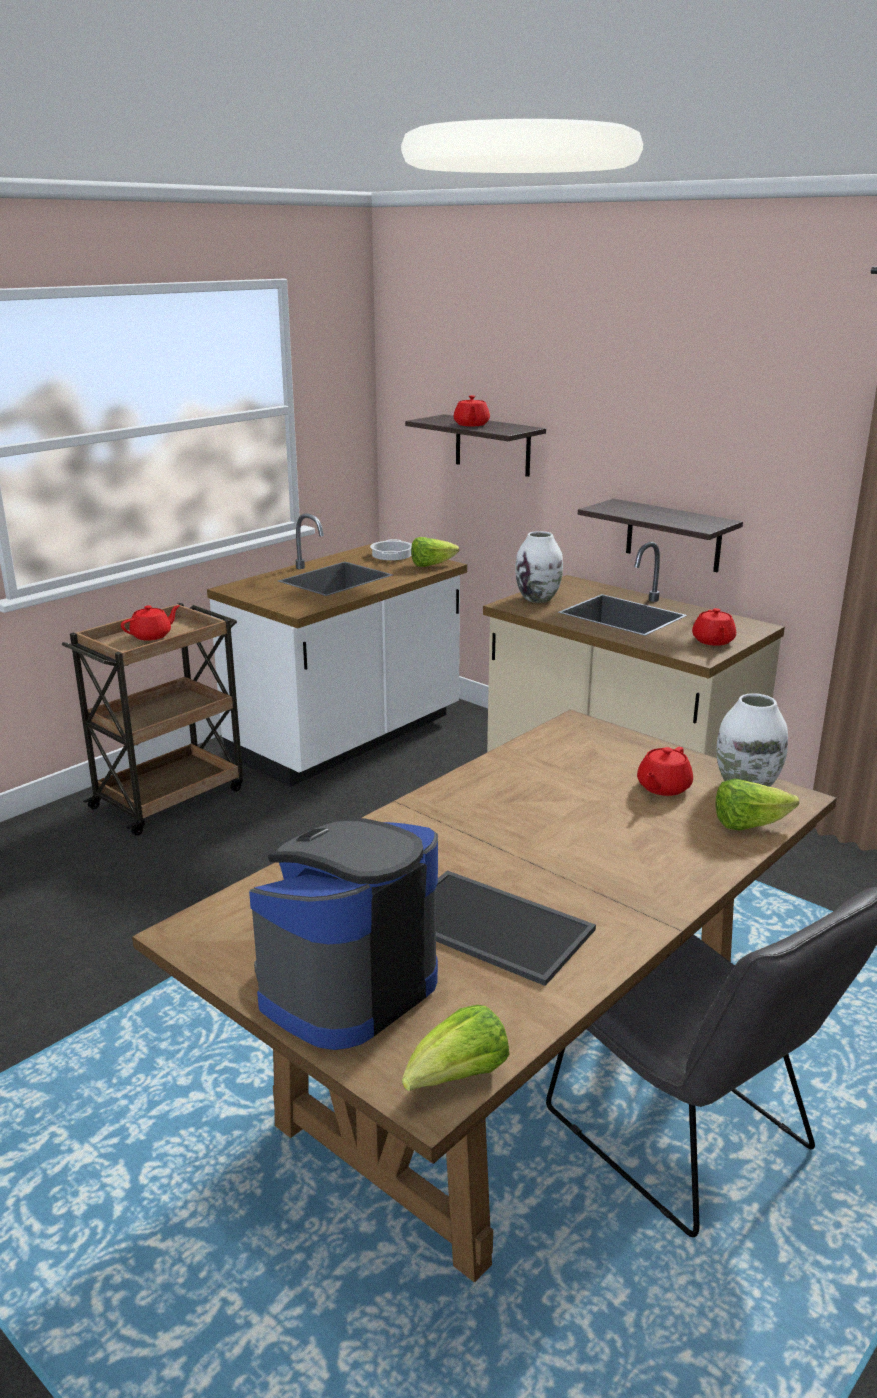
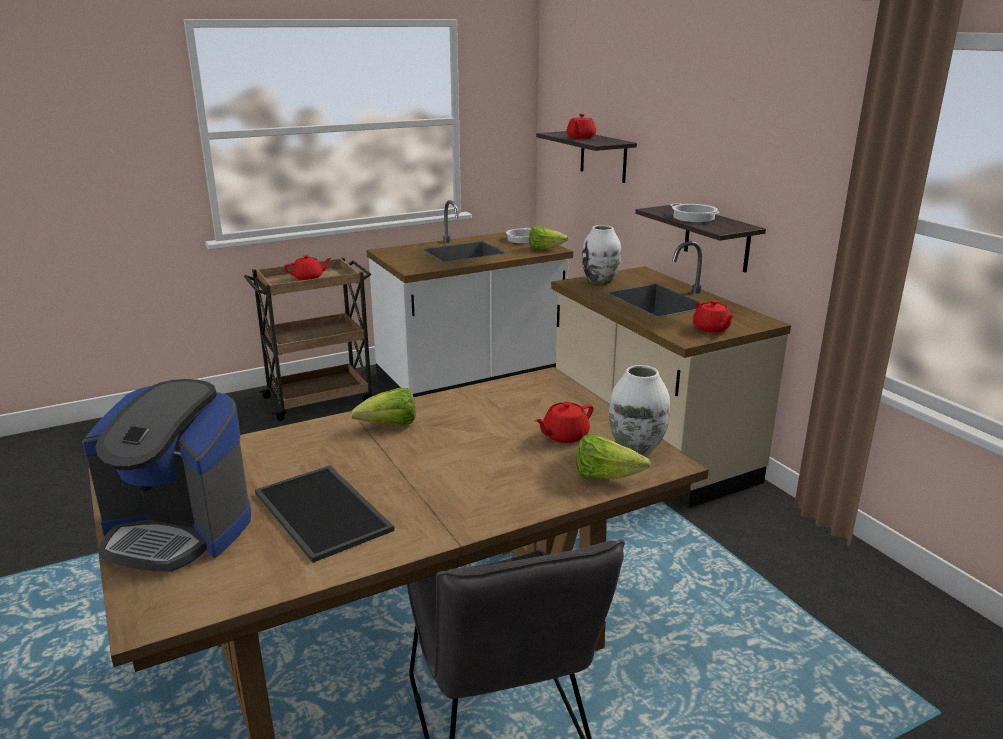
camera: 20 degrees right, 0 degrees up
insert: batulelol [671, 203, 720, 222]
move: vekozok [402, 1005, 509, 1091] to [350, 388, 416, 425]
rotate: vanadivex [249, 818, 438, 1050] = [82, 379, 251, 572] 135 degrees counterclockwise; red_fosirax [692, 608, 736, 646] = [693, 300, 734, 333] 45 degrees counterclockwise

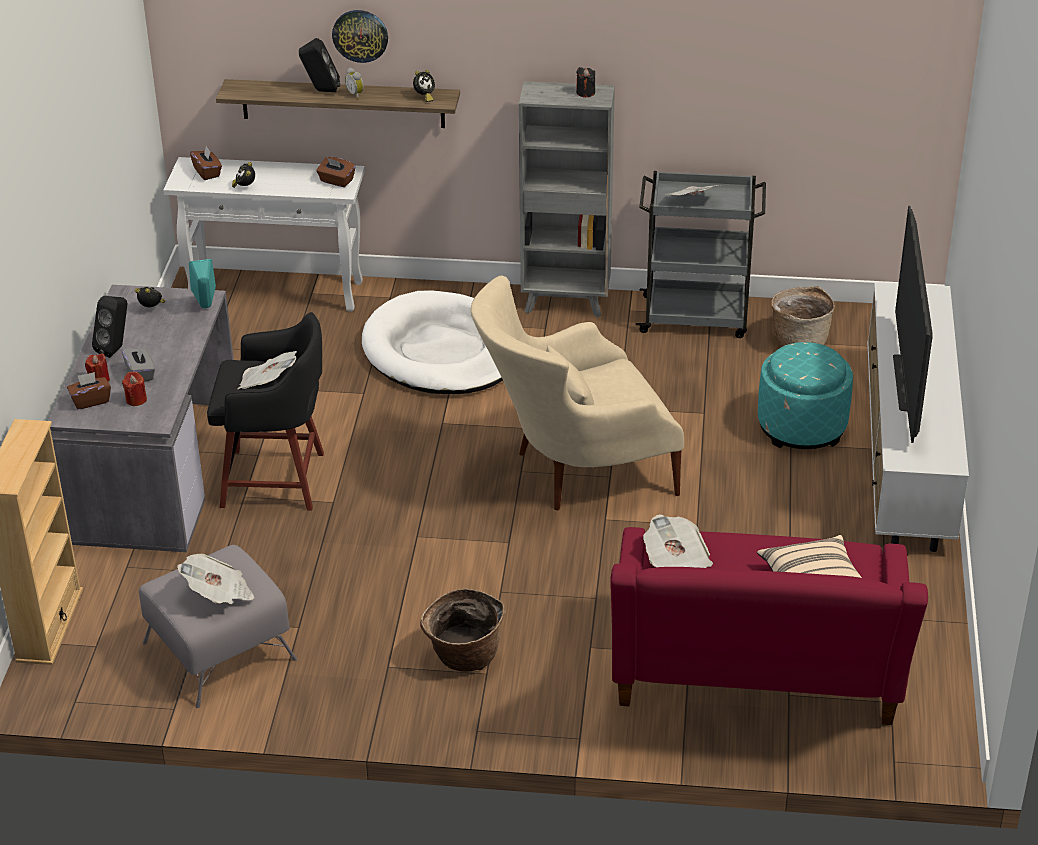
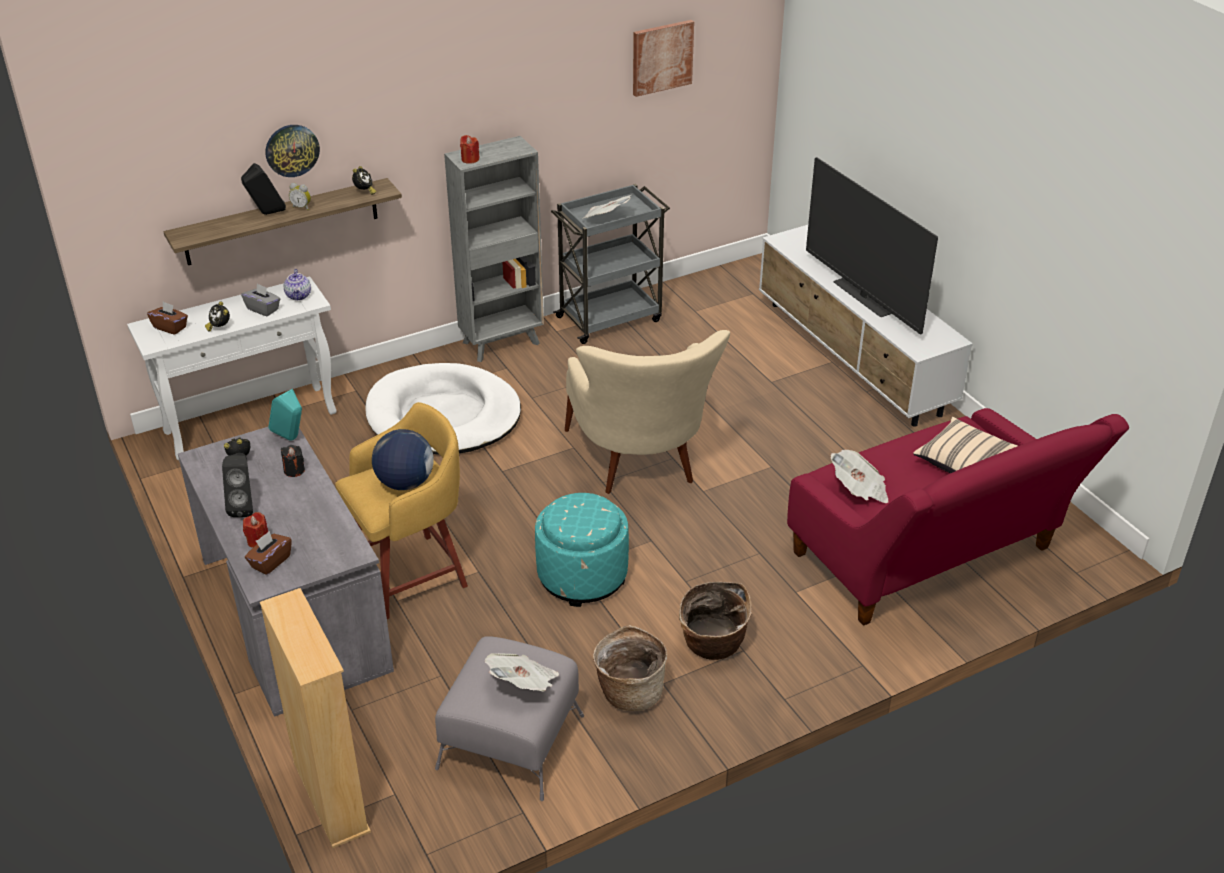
camera: 35 degrees left, 0 degrees up
insert: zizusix [633, 20, 694, 97]
move: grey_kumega [122, 344, 155, 382] to [241, 283, 280, 316]; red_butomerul [122, 371, 147, 406] to [460, 135, 480, 164]; black_butomerul [576, 67, 595, 97] to [281, 445, 305, 477]; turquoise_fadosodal [758, 342, 853, 449] to [535, 493, 629, 607]; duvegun [771, 286, 835, 347] to [593, 625, 667, 711]
replace: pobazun [238, 351, 297, 389] to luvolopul [372, 429, 434, 490]; brown_kumega [316, 157, 356, 187] to fosirax [284, 269, 311, 300]
recolor: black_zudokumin [207, 312, 324, 511] to yellow_zudokumin [335, 402, 468, 619]
rotate: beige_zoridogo [471, 275, 684, 510] = [565, 330, 730, 494] 45 degrees counterclockwise

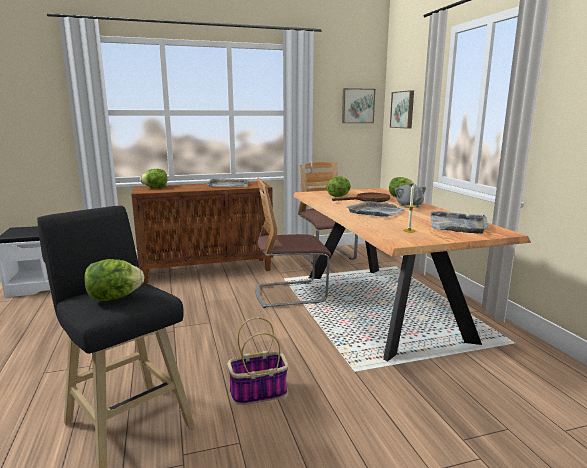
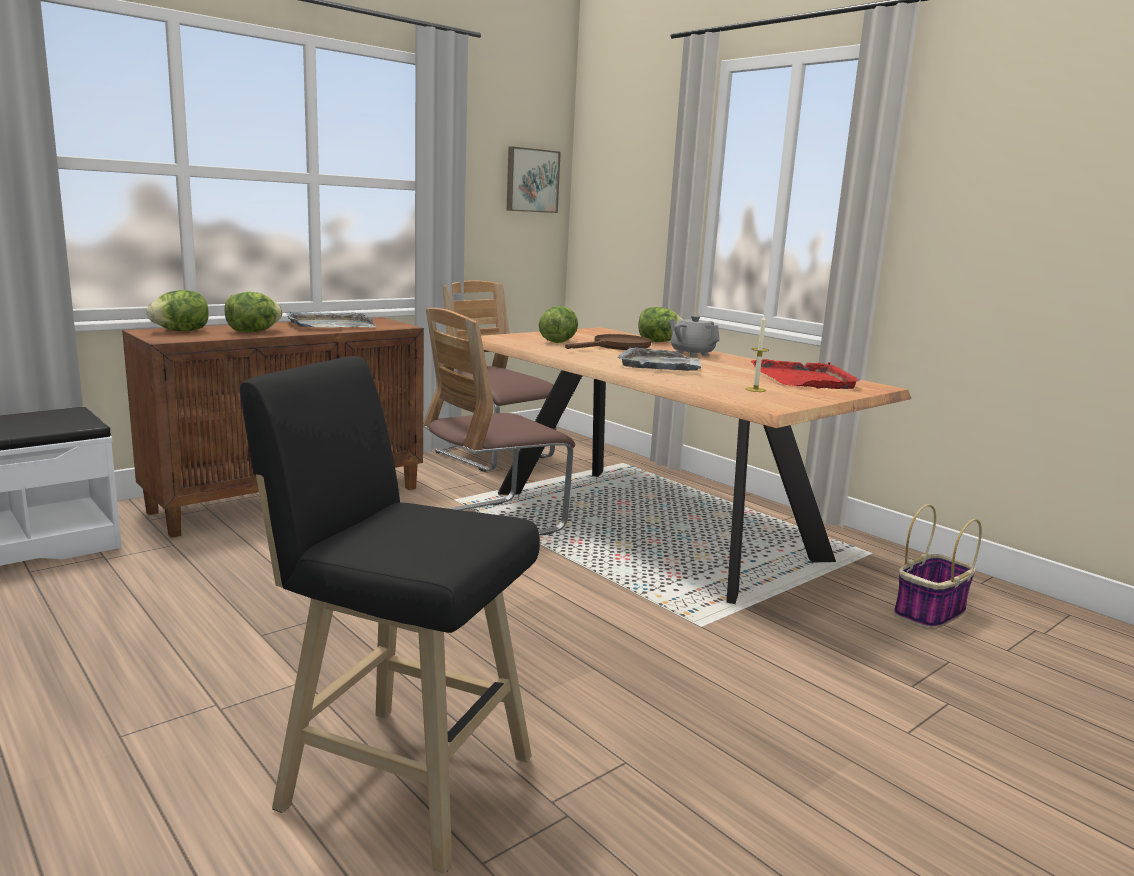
camera: 25 degrees left, 0 degrees up
delete: zizusix [390, 90, 414, 129]
move: vekozok [84, 259, 144, 301] to [224, 292, 283, 333]; duvegun [227, 317, 288, 405] to [894, 504, 982, 629]
recolor: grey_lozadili [430, 211, 488, 233] to red_lozadili [751, 359, 860, 389]

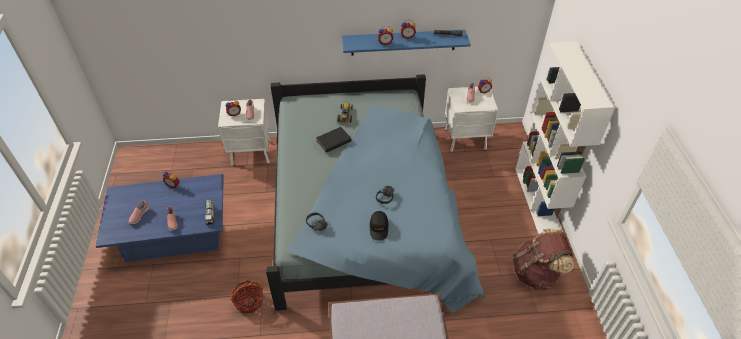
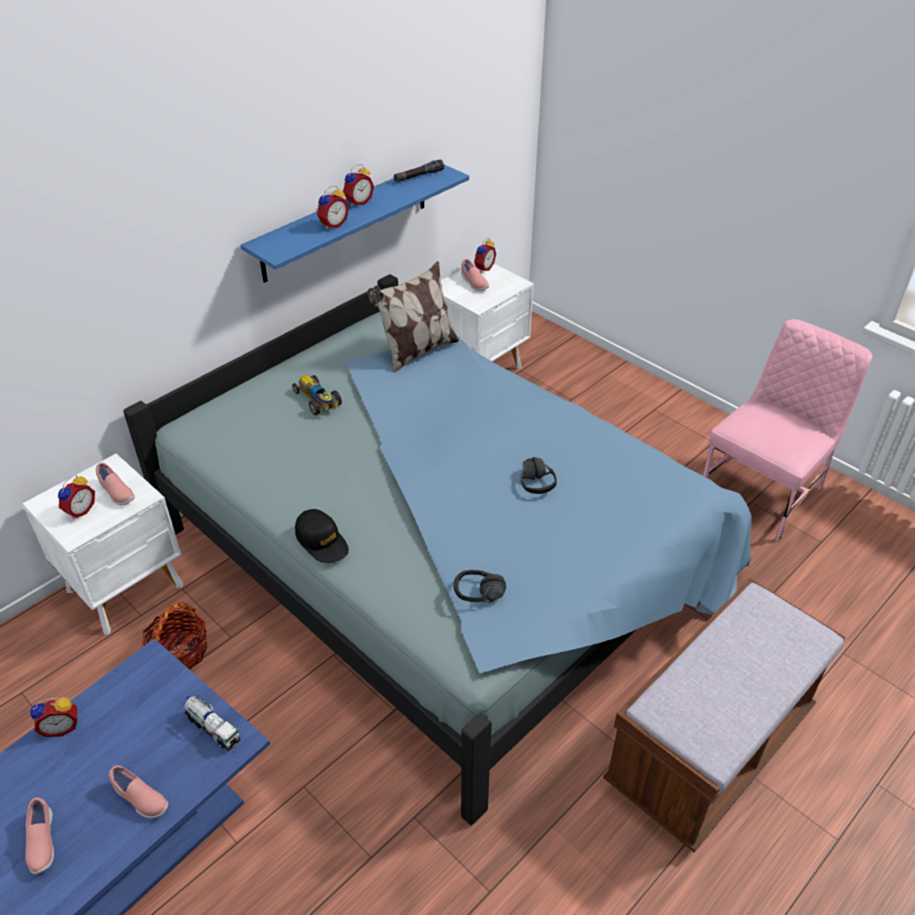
camera: 40 degrees left, 5 degrees down
delete: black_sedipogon [316, 127, 352, 153]; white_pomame [515, 41, 616, 234]
insert: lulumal [367, 261, 459, 373]
move: duvegun [231, 280, 263, 314] to [142, 602, 207, 670]; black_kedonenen [370, 211, 389, 241] to [295, 509, 349, 563]
replace: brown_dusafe [513, 228, 574, 290] to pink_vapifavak [703, 319, 872, 542]

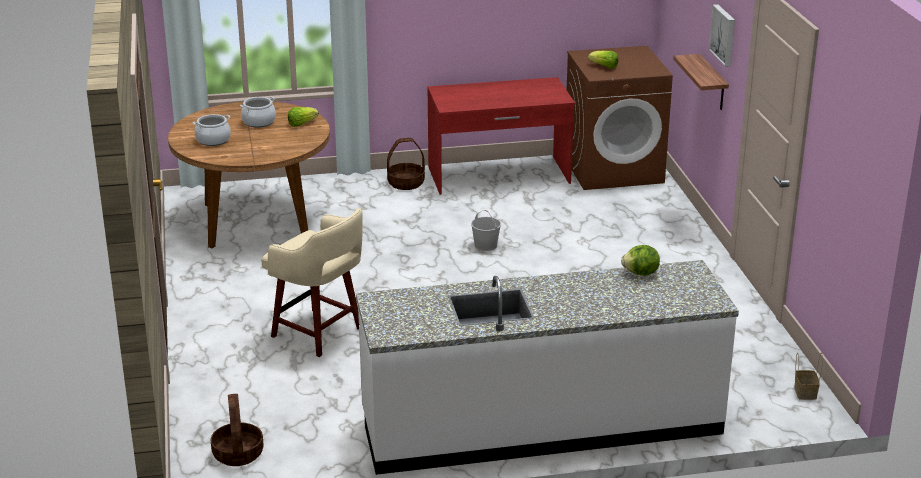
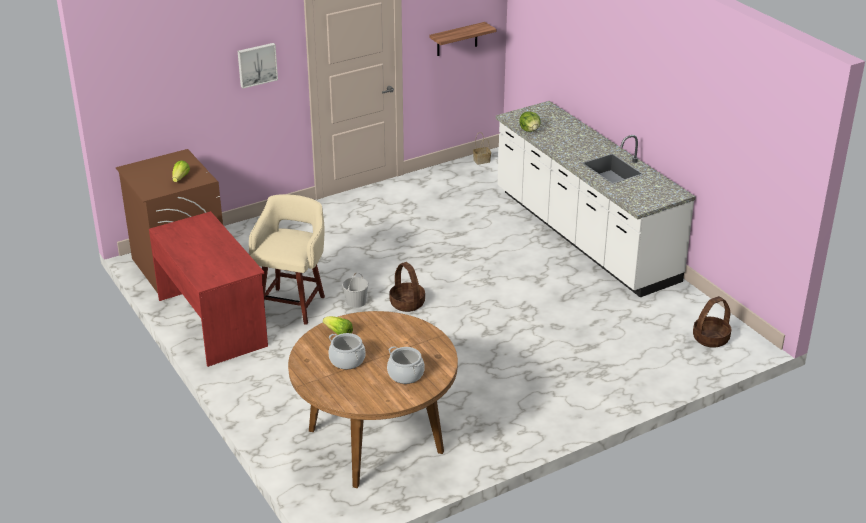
camera: 110 degrees left, 5 degrees up
move: beige_zudokumin [261, 208, 363, 357] to [249, 194, 325, 325]; duvegun [387, 138, 425, 190] to [389, 262, 425, 312]; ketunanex [673, 54, 729, 110] to [429, 22, 496, 56]

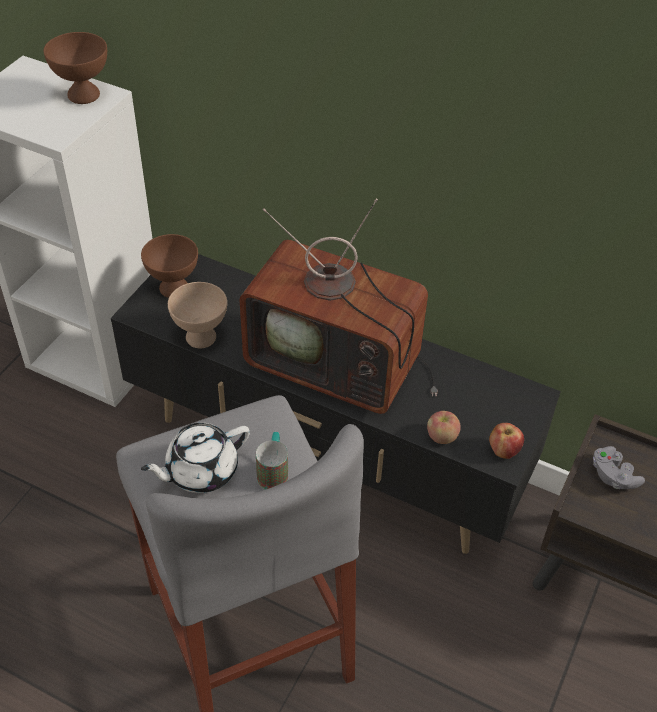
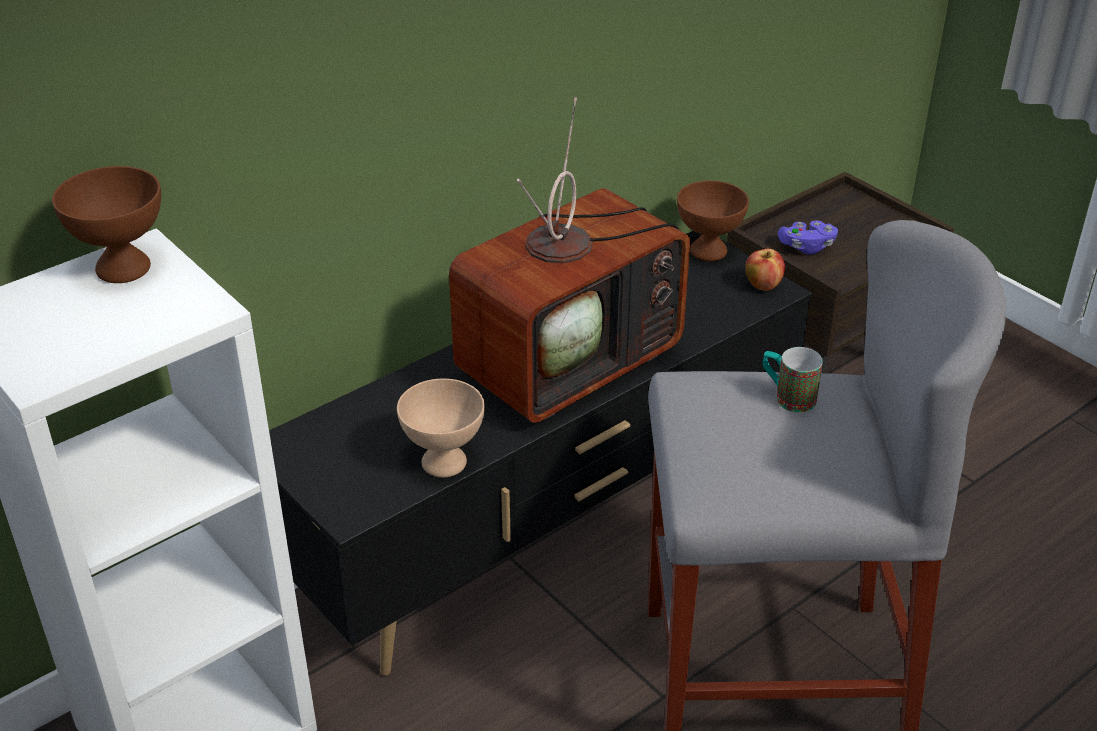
camera: 65 degrees left, 10 degrees down
delete: white_fosirax [141, 423, 250, 493]; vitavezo [427, 411, 461, 444]
move: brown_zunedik [141, 234, 198, 298] to [677, 181, 749, 261]
recolor: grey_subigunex [593, 446, 645, 489] to purple_subigunex [778, 220, 838, 255]

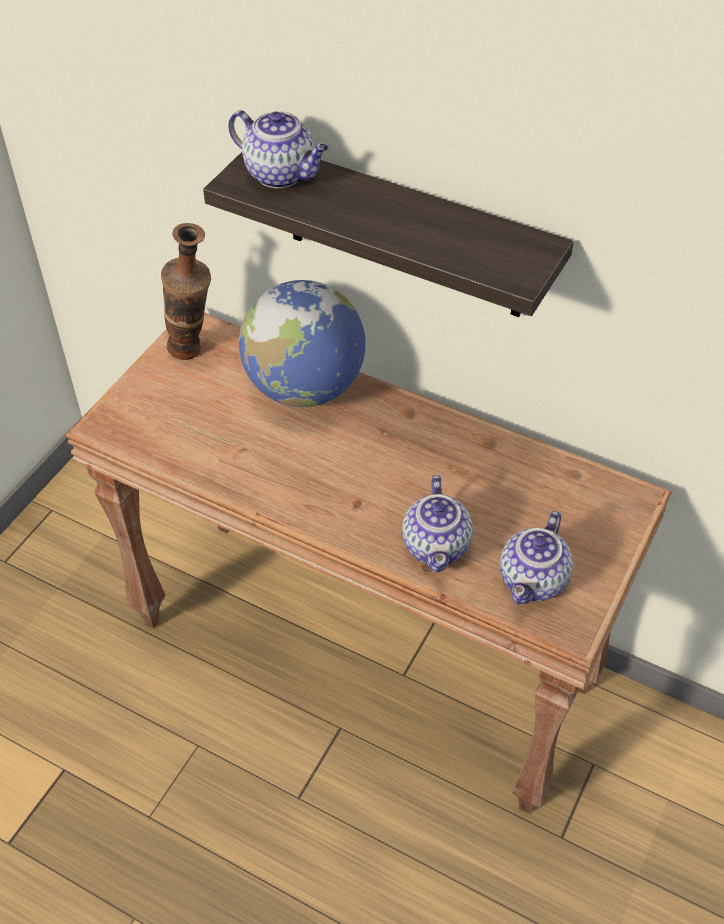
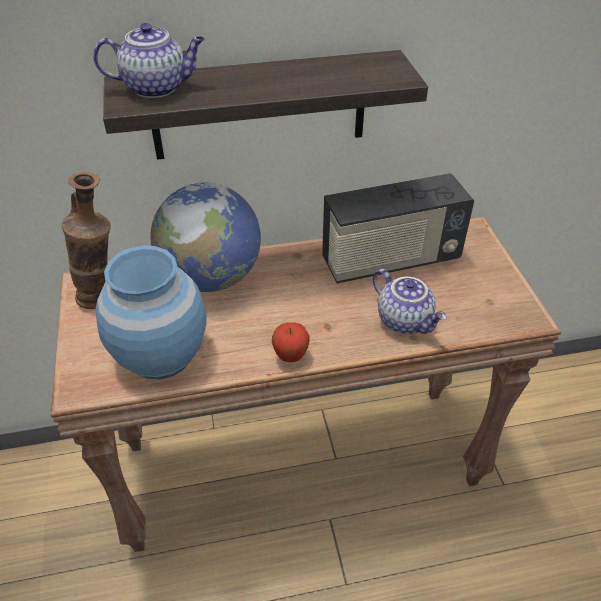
camera: 40 degrees left, 5 degrees down
delete: fosirax [500, 511, 573, 605]
insert: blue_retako [96, 246, 207, 380]; vitavezo [272, 322, 310, 362]; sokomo [322, 173, 474, 283]

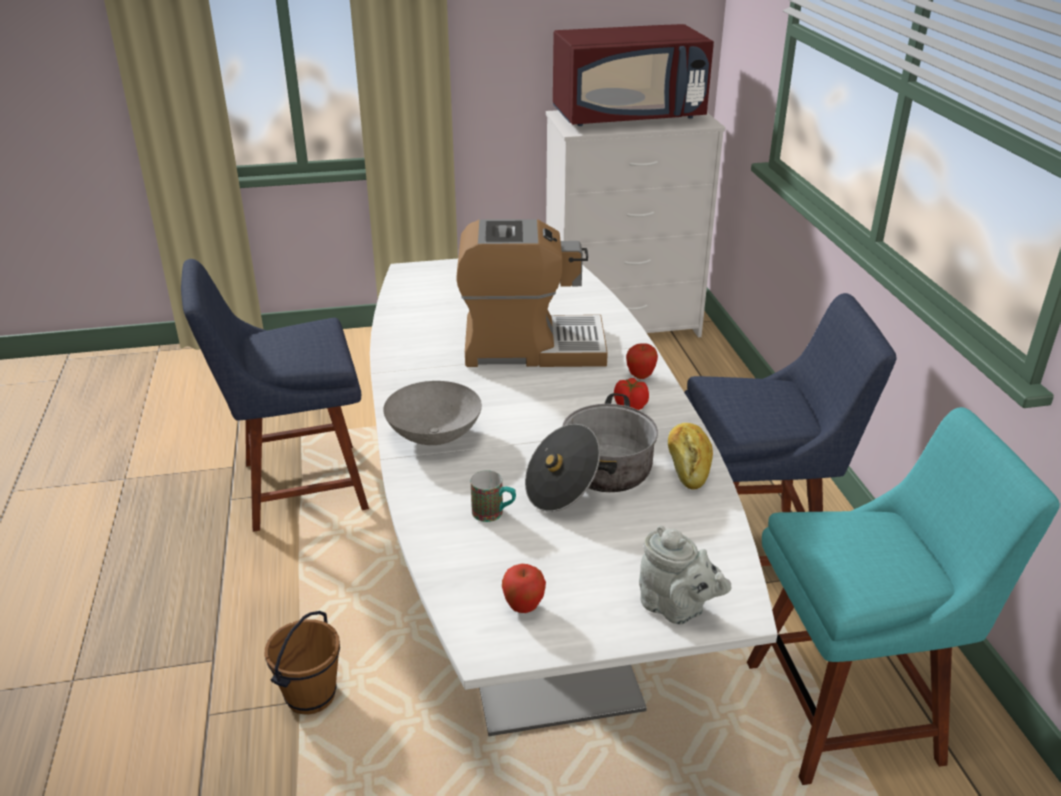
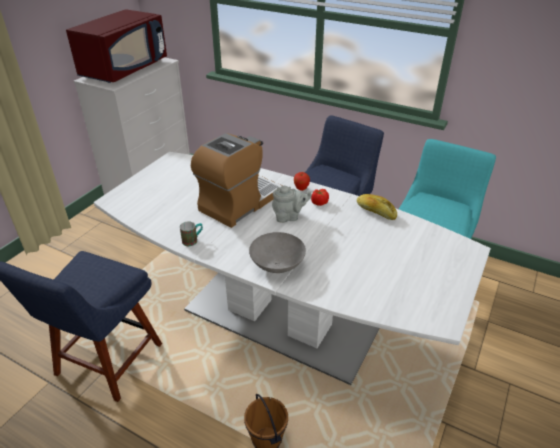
camera: 50 degrees left, 5 degrees up
delete: vitavezo [502, 564, 546, 613]; batulelol [525, 393, 658, 512]
move: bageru [471, 470, 516, 522] to [180, 222, 203, 246]; grey_fosirax [639, 525, 731, 625] to [272, 186, 312, 223]

